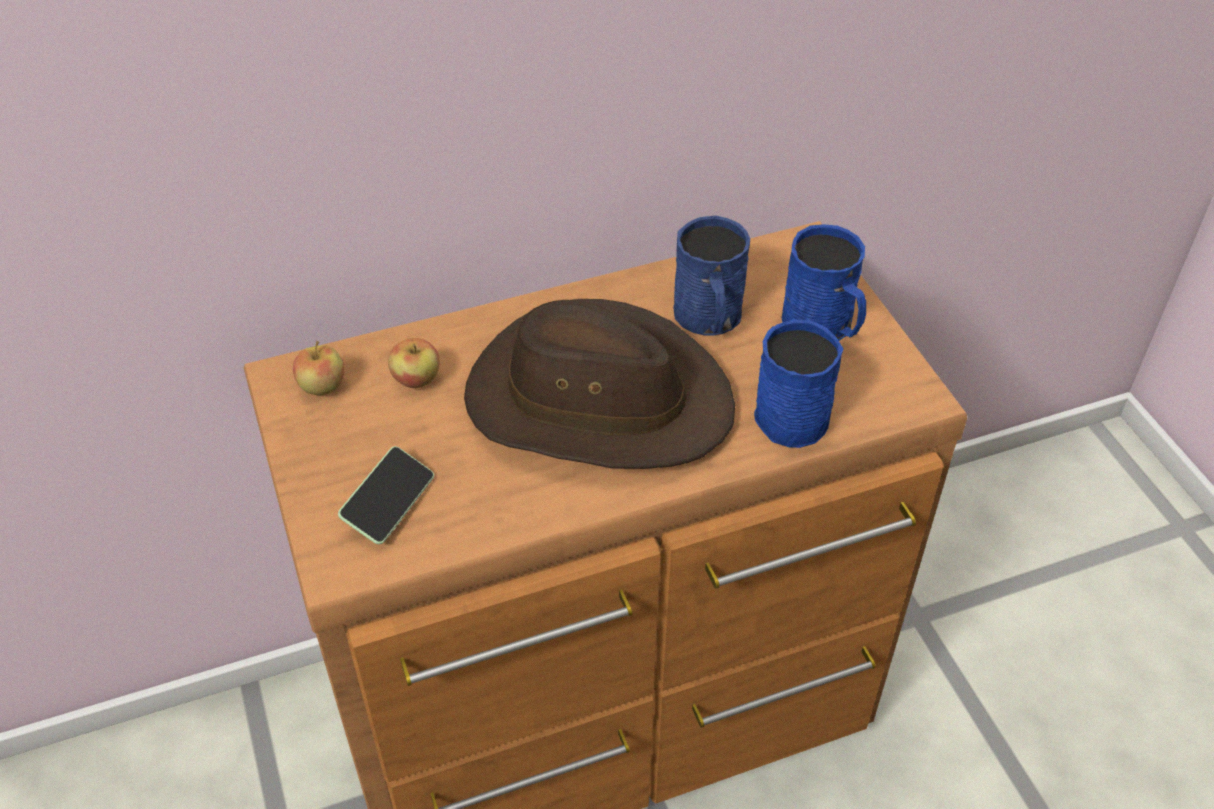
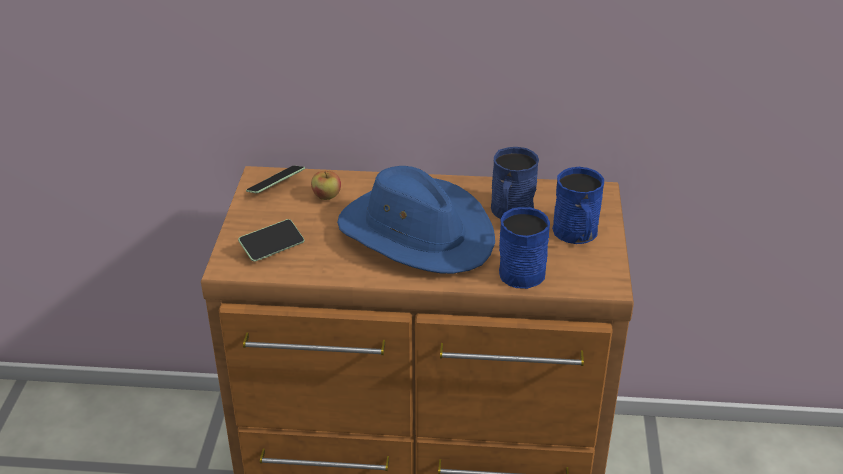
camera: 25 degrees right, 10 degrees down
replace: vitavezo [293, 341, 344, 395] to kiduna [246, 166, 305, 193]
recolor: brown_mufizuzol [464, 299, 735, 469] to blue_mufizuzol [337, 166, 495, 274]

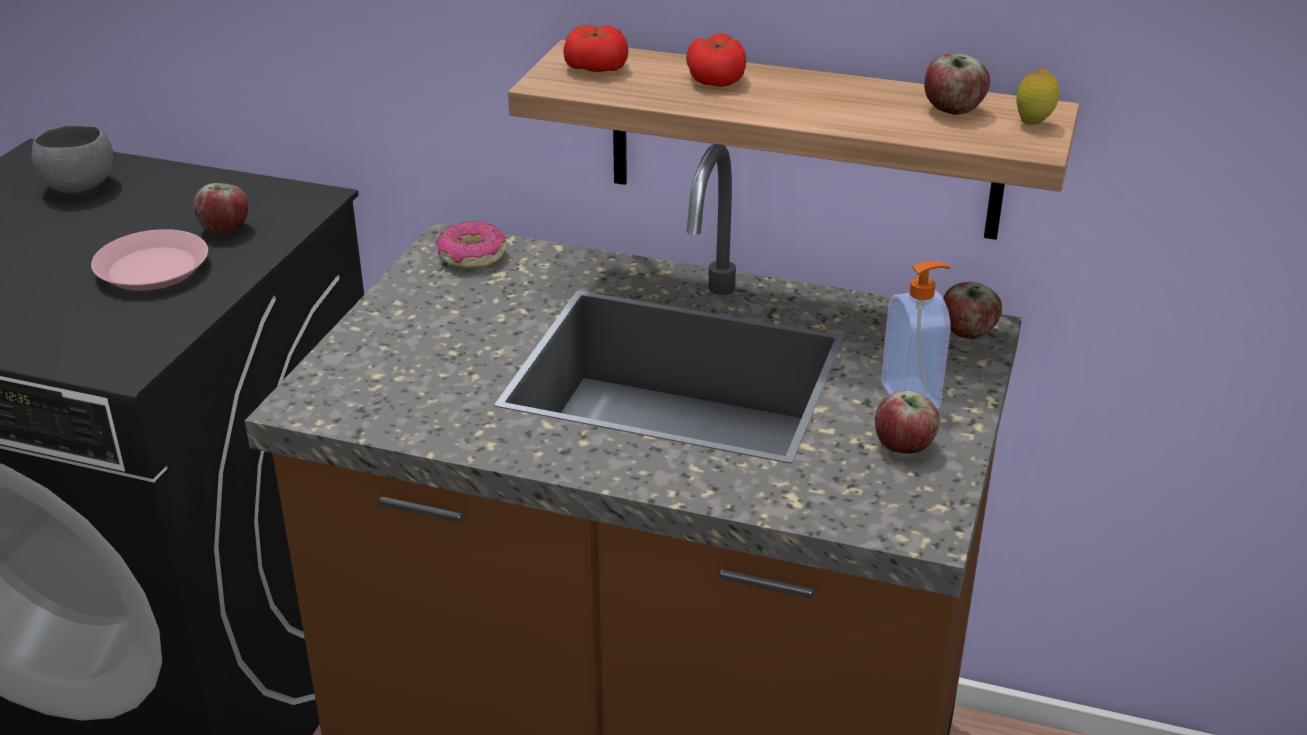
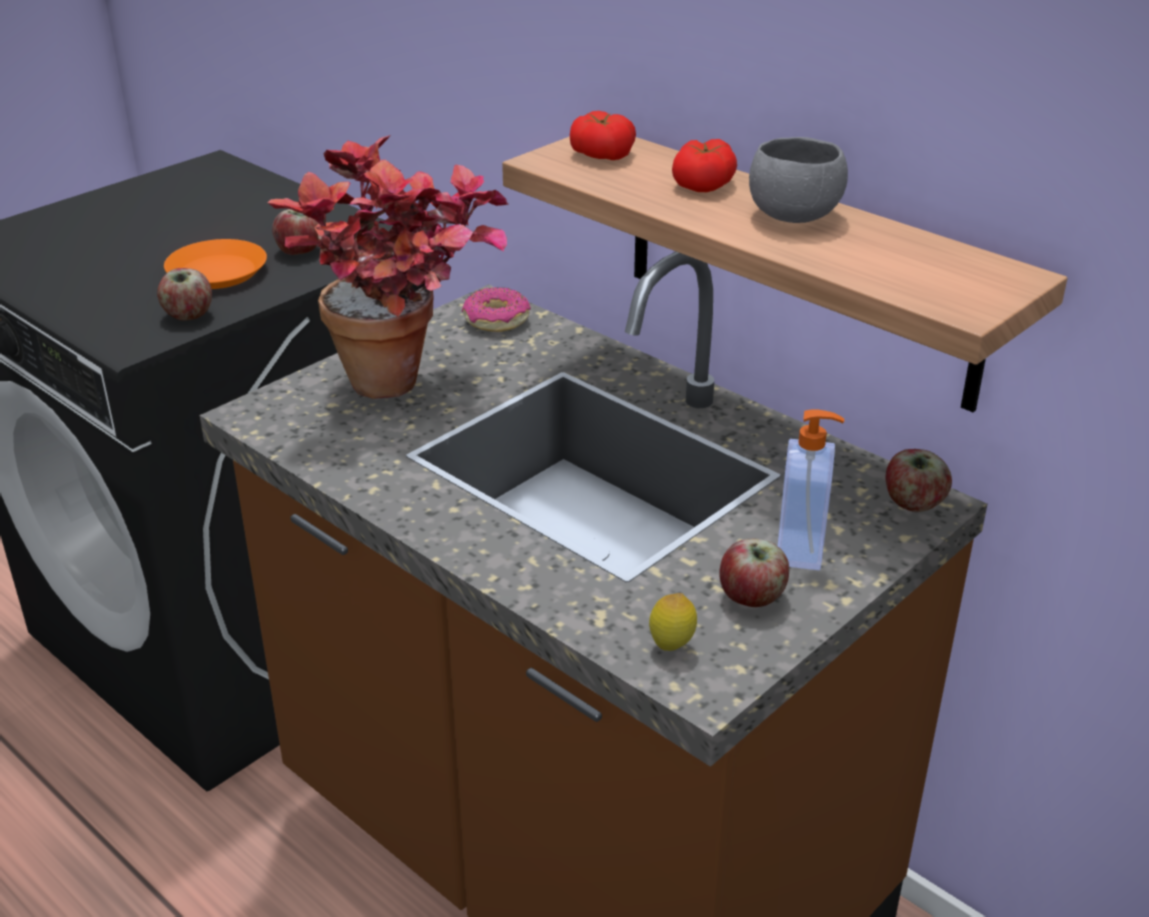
camera: 25 degrees right, 0 degrees up
insert: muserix [268, 135, 509, 399]
move: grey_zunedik [32, 124, 114, 193] to [749, 137, 848, 223]; vitavezo [924, 53, 990, 115] to [157, 268, 212, 321]; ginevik [1016, 68, 1059, 125] to [649, 593, 697, 651]
recolor: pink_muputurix [91, 229, 208, 291] to orange_muputurix [164, 239, 267, 289]

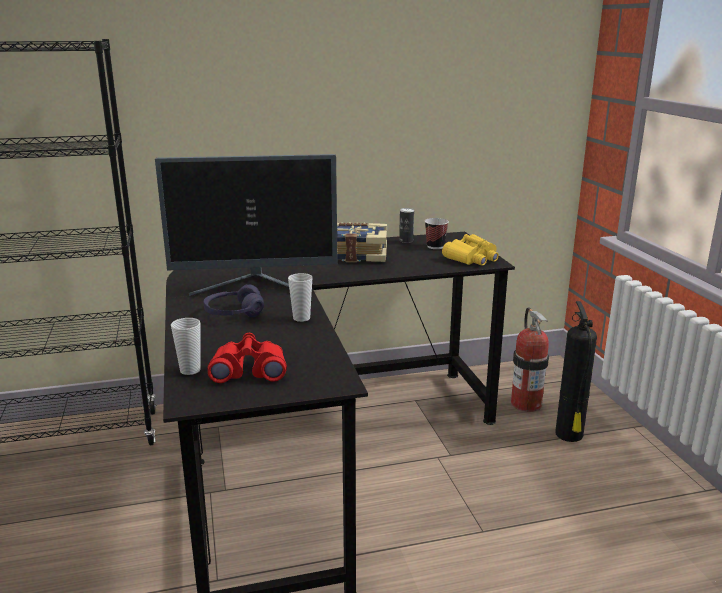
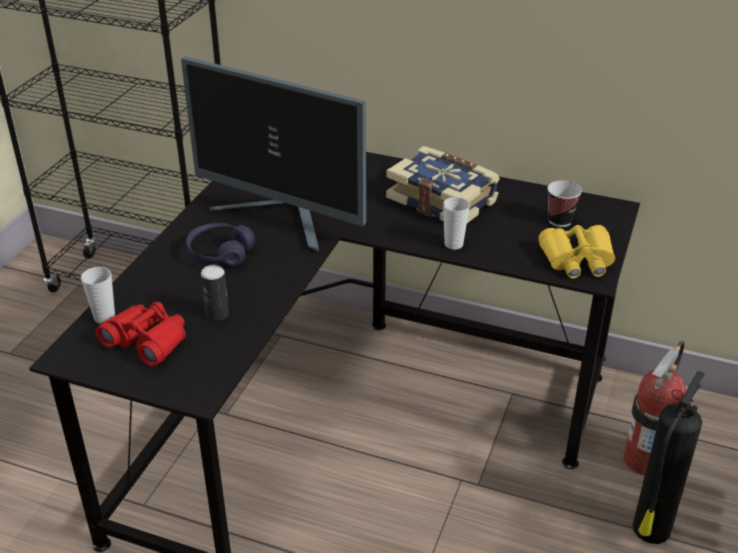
camera: 35 degrees right, 15 degrees up
move: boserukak [288, 273, 313, 322] to [443, 197, 470, 250]; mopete [399, 208, 414, 243] to [201, 265, 229, 320]

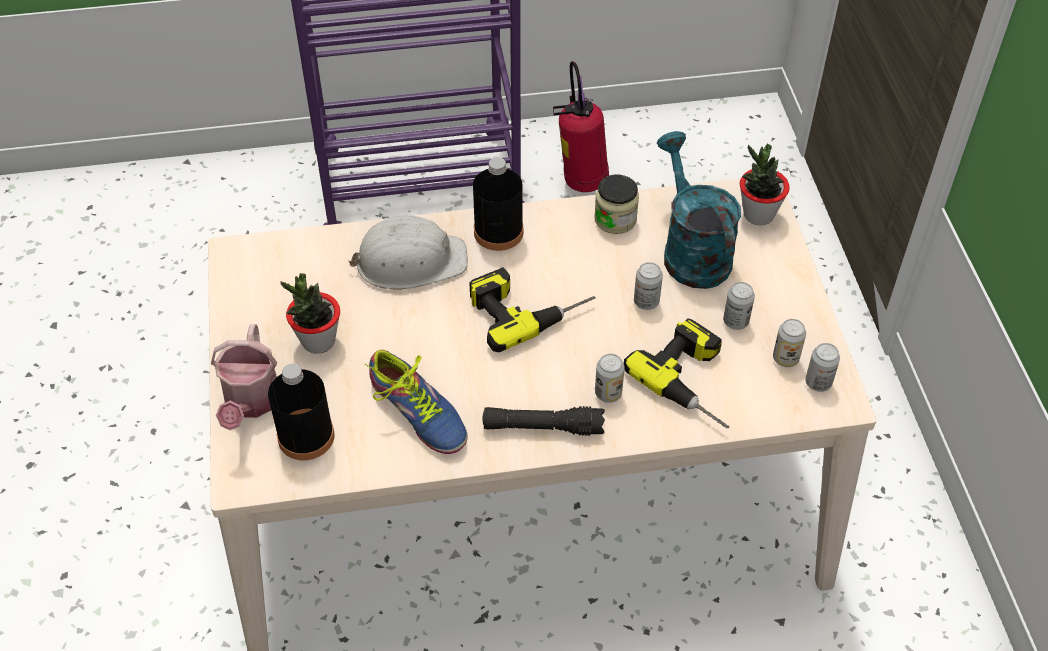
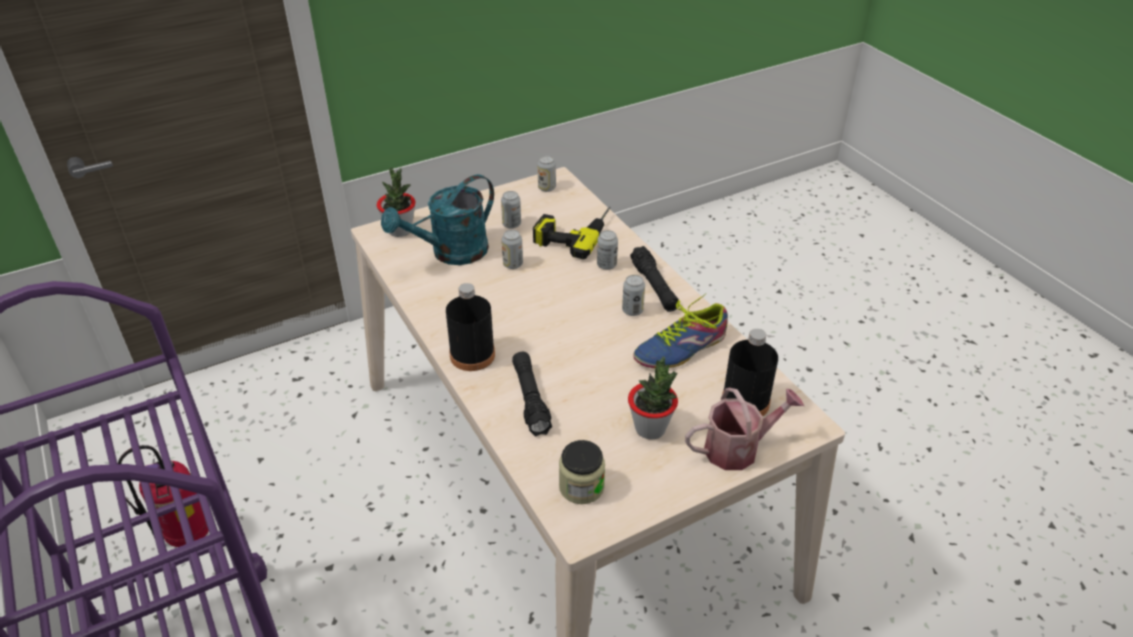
camera: 110 degrees left, 10 degrees down
delete: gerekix [469, 267, 596, 352]
move: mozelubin [594, 175, 639, 234] to [559, 440, 605, 504]; mopete [773, 319, 806, 367] to [622, 275, 645, 316]
replace: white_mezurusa [348, 215, 468, 289] to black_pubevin [512, 352, 552, 436]
rotate: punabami [364, 350, 468, 454] = [633, 293, 728, 368] 150 degrees counterclockwise

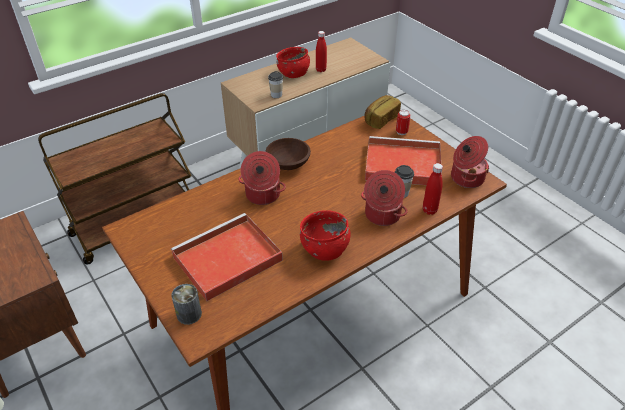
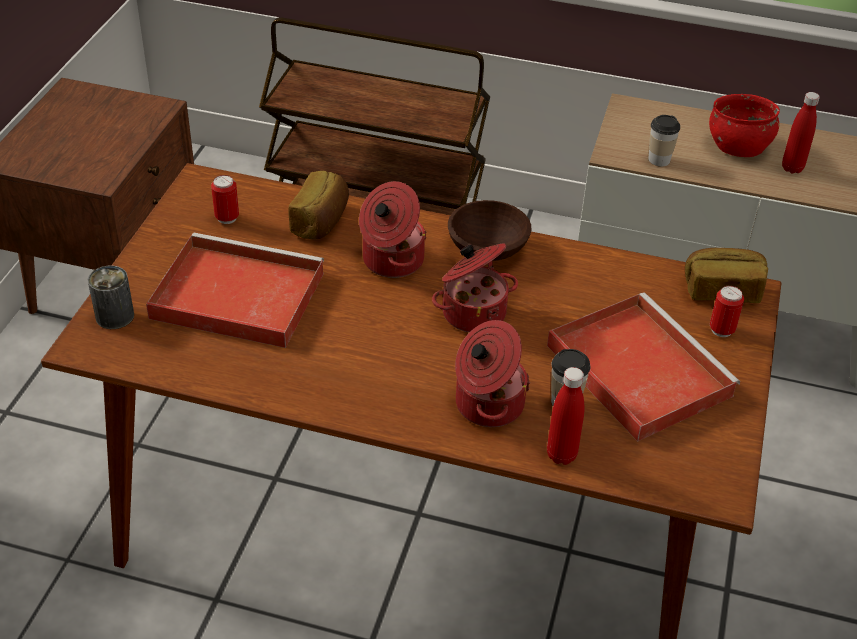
camera: 50 degrees right, 0 degrees up
delete: red_zunedik [300, 210, 351, 261]
insert: mopete [211, 175, 239, 224]; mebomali [289, 171, 349, 240]
move: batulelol [451, 136, 489, 188] to [432, 243, 518, 332]

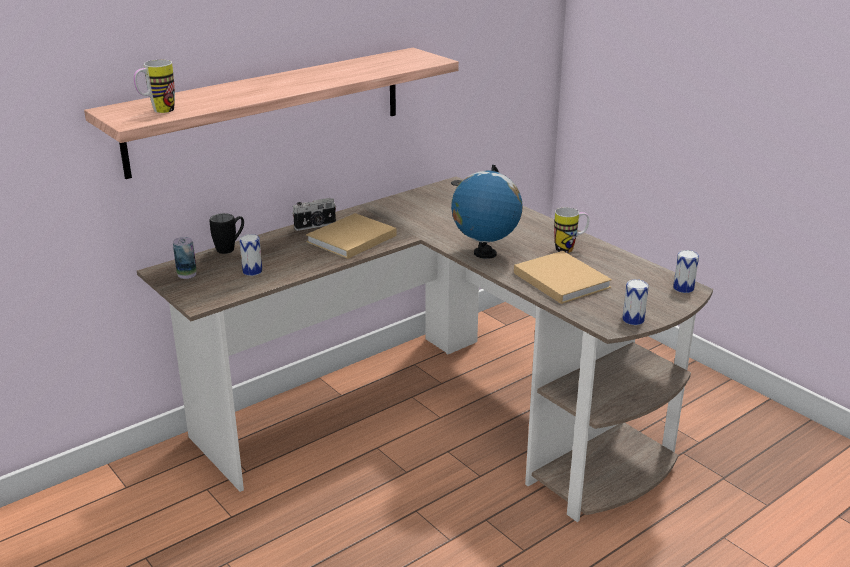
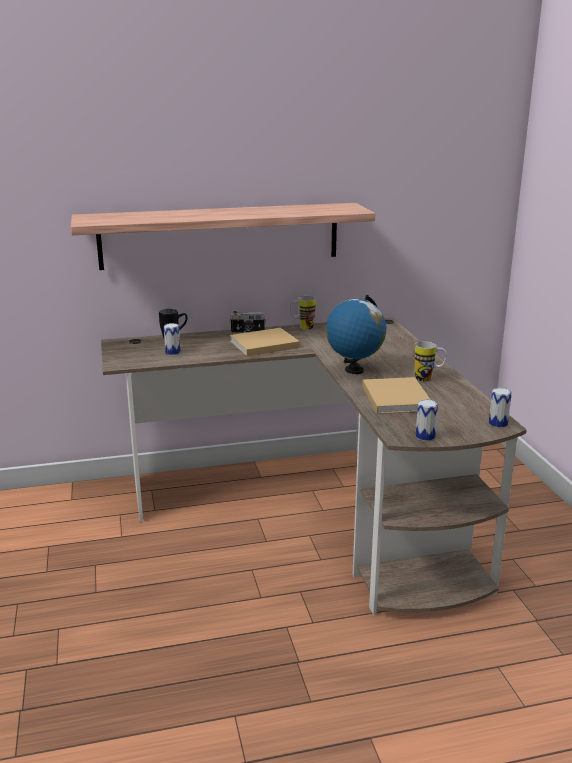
camera: 25 degrees right, 5 degrees down
delete: mopete [173, 237, 197, 279]
move: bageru [133, 60, 175, 113] to [290, 296, 316, 330]

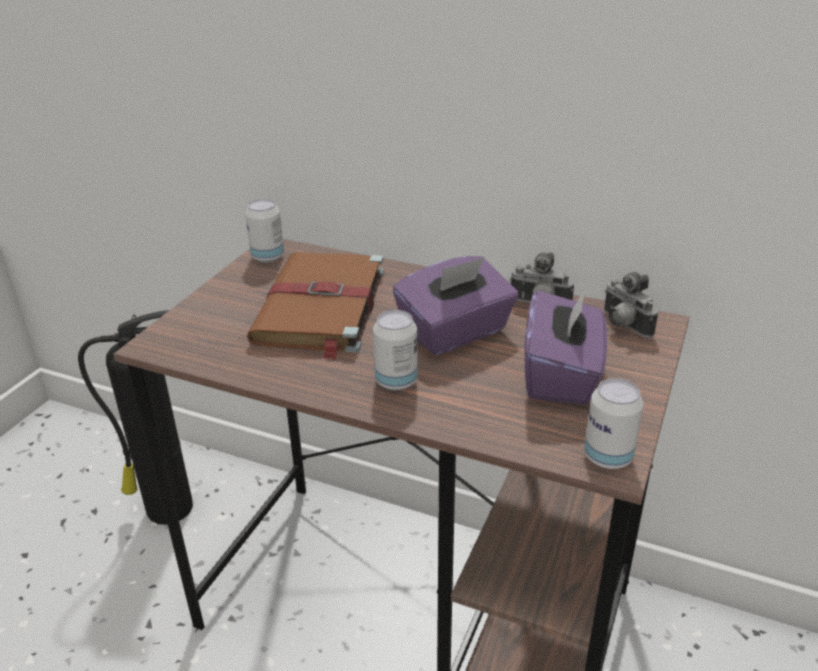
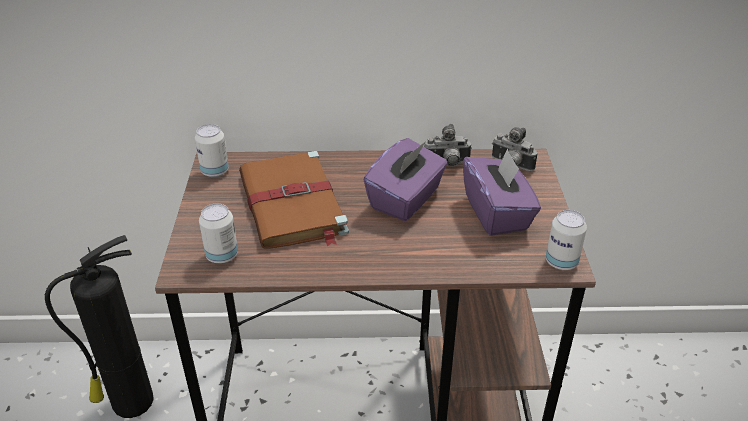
camera: 25 degrees left, 5 degrees up
move: mopete [373, 310, 418, 391] to [199, 204, 238, 264]

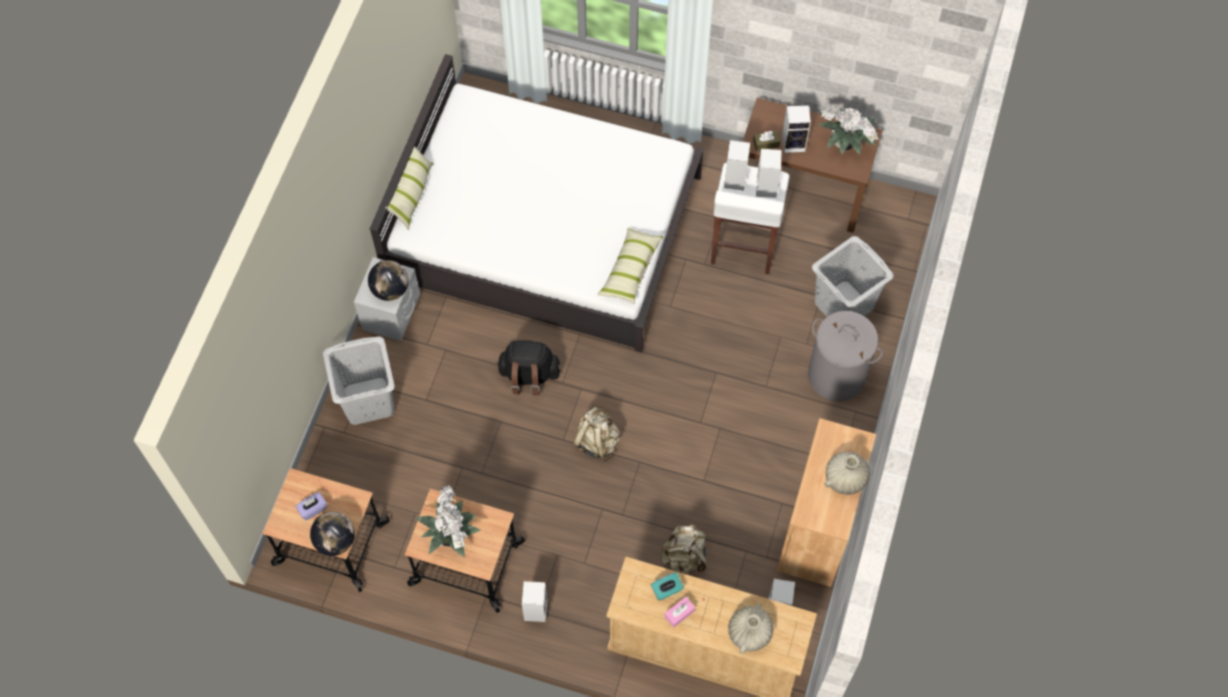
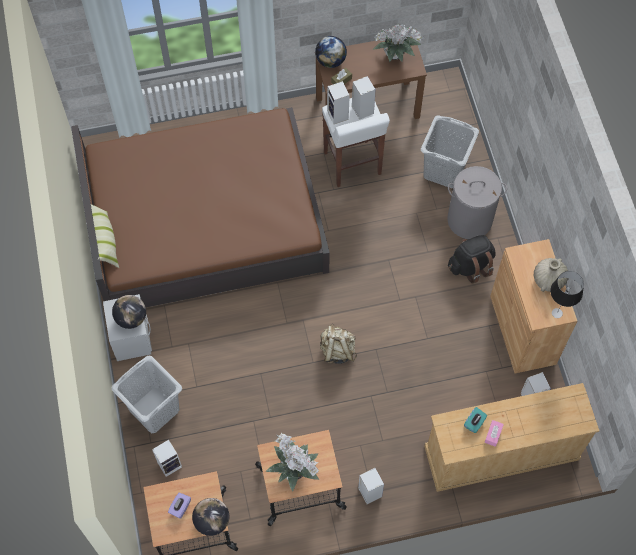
camera: 30 degrees left, 0 degrees up
delete: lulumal [597, 228, 664, 304]; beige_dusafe [661, 524, 707, 573]; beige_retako [728, 604, 774, 653]
insert: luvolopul [315, 36, 347, 68]; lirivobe [550, 271, 584, 318]
move: black_dusafe [496, 339, 561, 396] to [448, 235, 495, 284]; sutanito [782, 105, 811, 153] to [152, 440, 182, 477]
recolor: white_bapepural [370, 54, 704, 353] to brown_bapepural [71, 107, 330, 307]

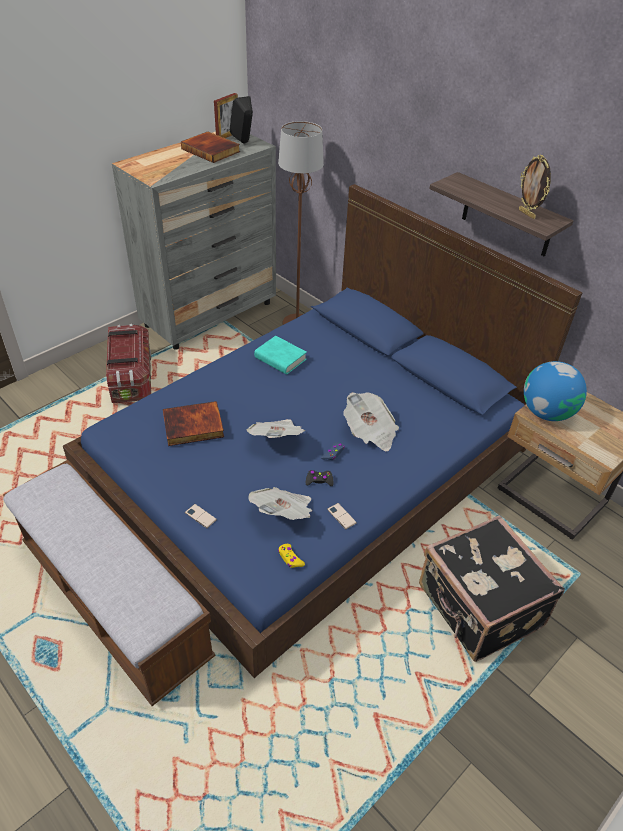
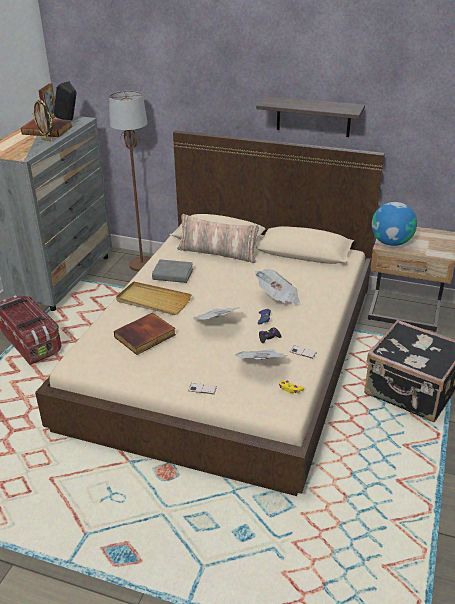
camera: 25 degrees left, 10 degrees down
delete: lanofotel [3, 460, 216, 706]
insert: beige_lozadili [116, 281, 191, 315]; lulumal [177, 214, 259, 263]
move: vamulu [519, 154, 551, 219] to [32, 99, 53, 142]
recolor: blue_bapepural [63, 184, 582, 678] to beige_bapepural [35, 130, 385, 496]; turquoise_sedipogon [254, 336, 307, 375] to grey_sedipogon [152, 259, 193, 283]

